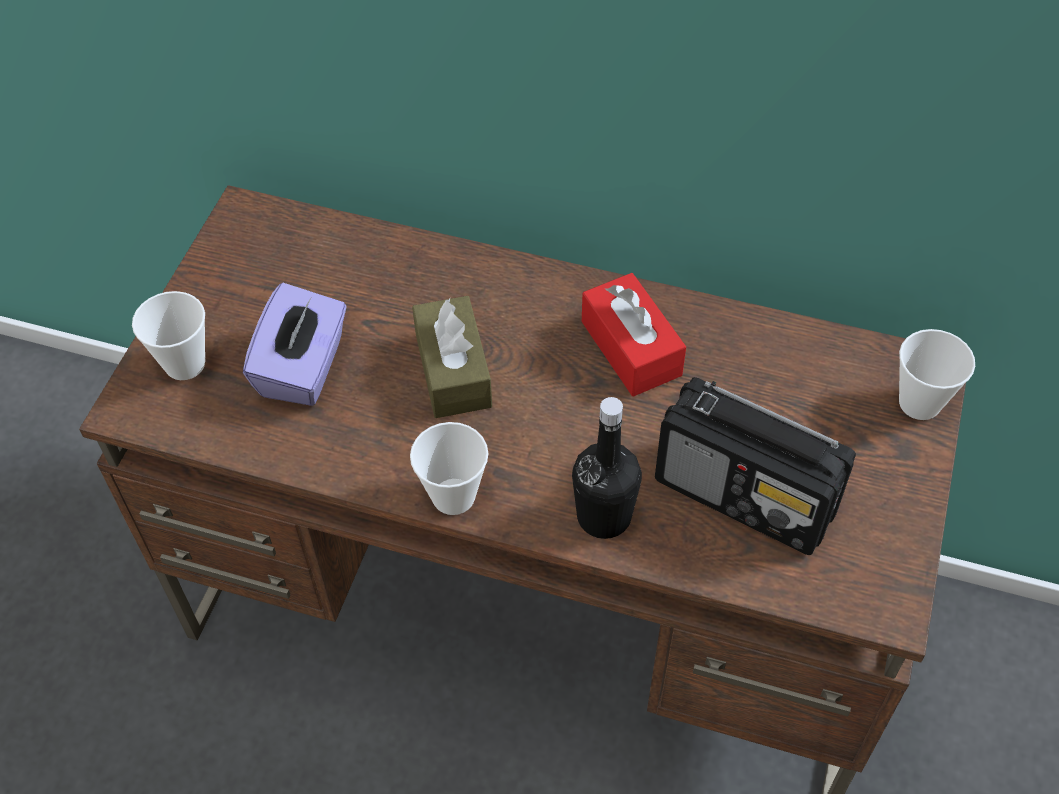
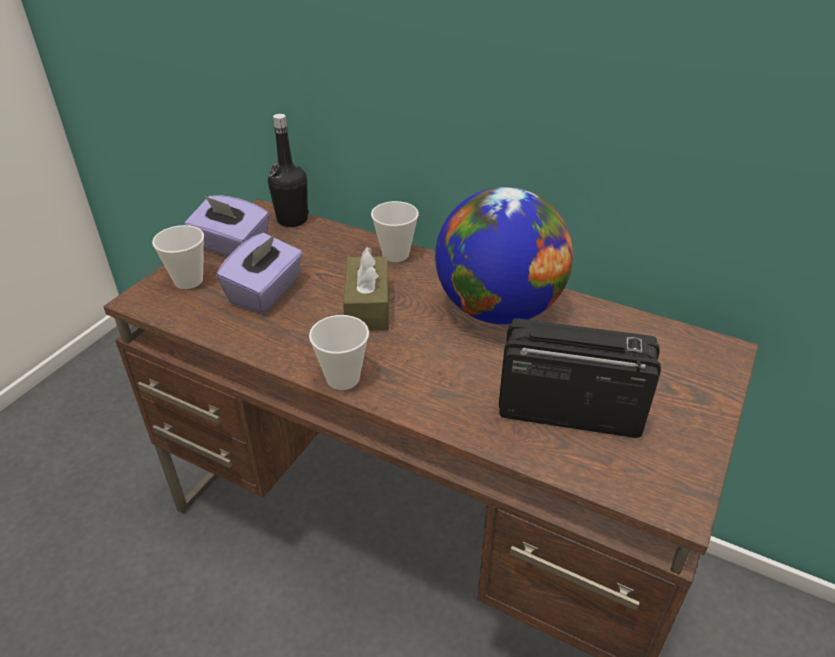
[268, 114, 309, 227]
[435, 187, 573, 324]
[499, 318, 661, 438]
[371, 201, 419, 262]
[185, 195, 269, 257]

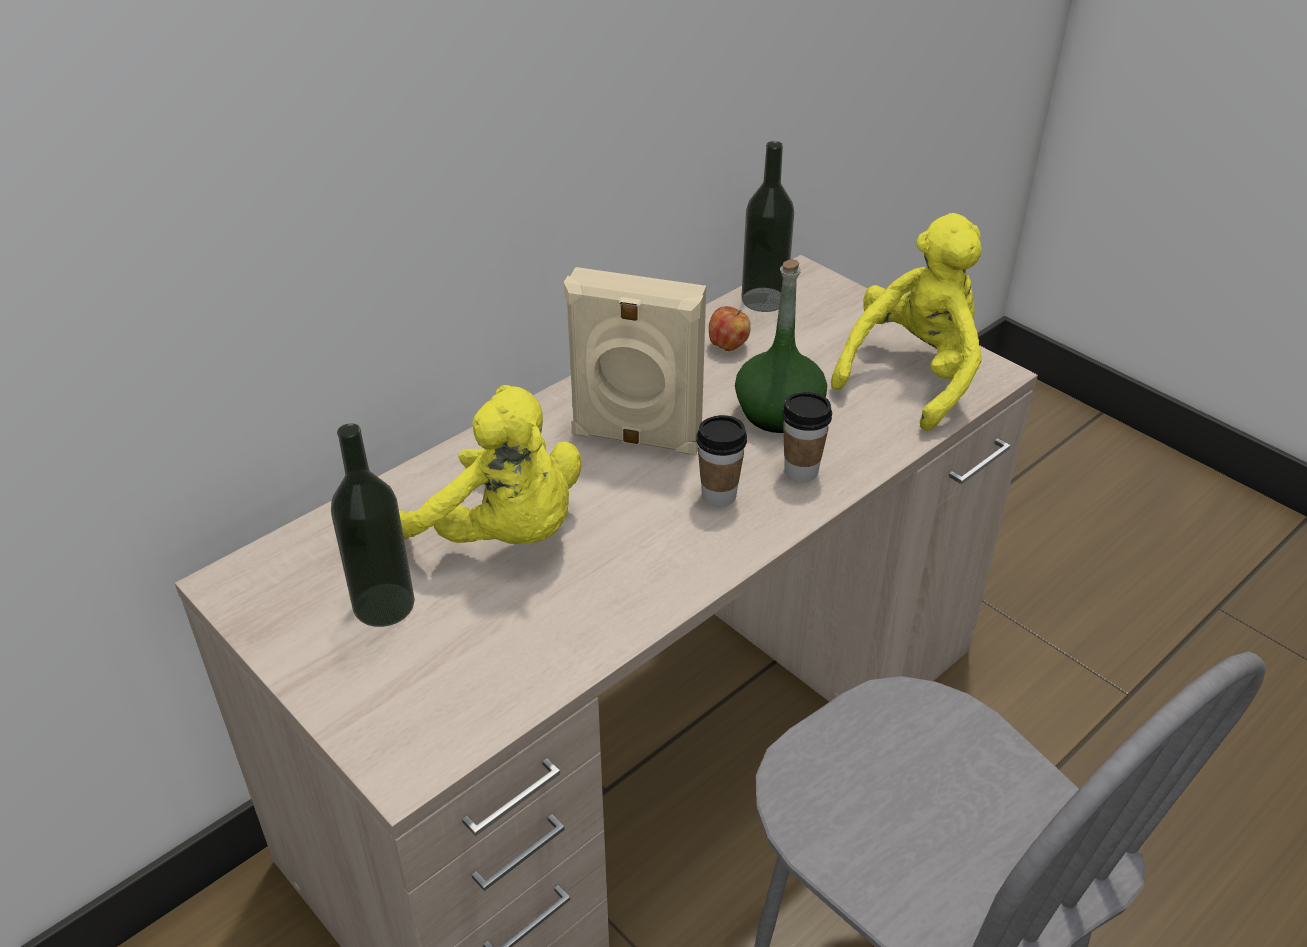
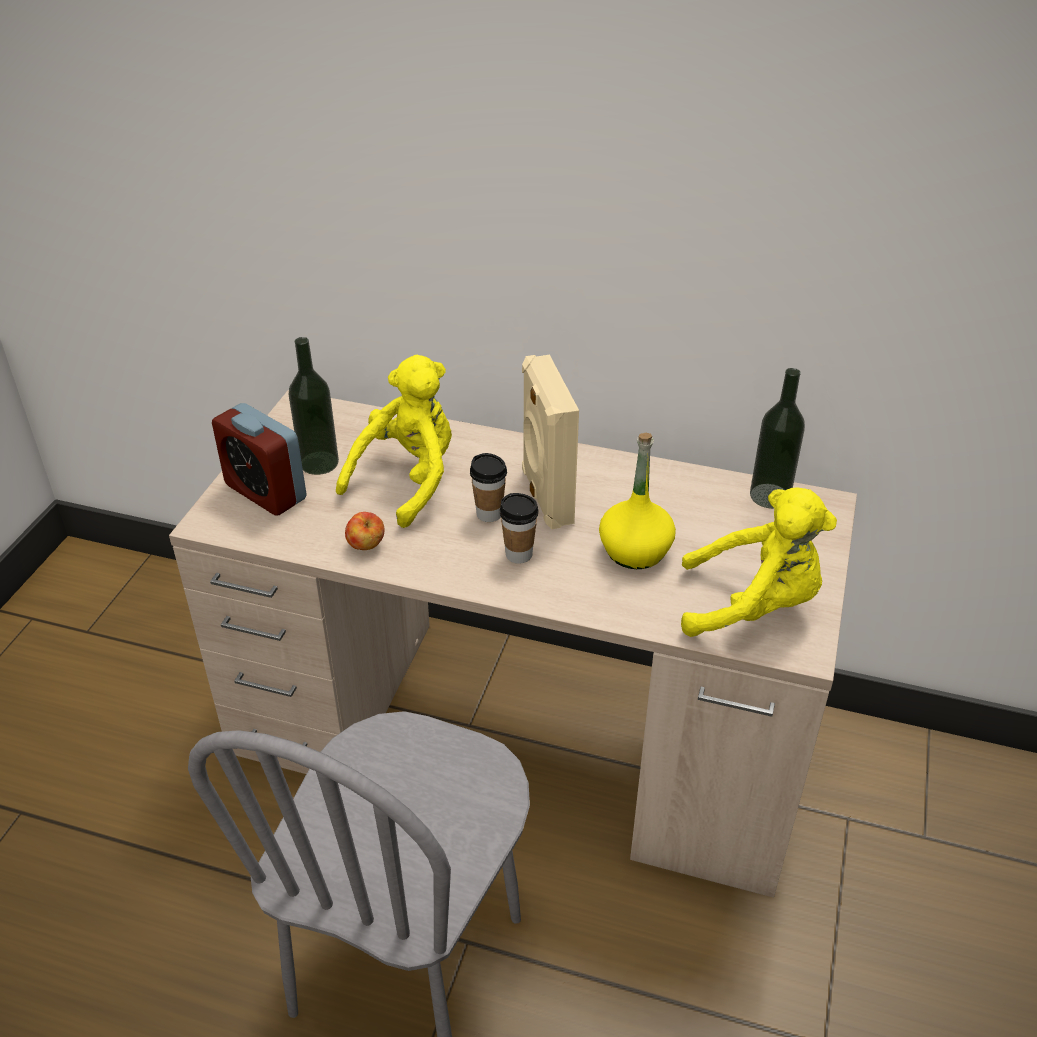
[336, 355, 452, 528]
[345, 512, 385, 550]
[599, 433, 676, 569]
[470, 453, 507, 522]
[212, 403, 307, 516]

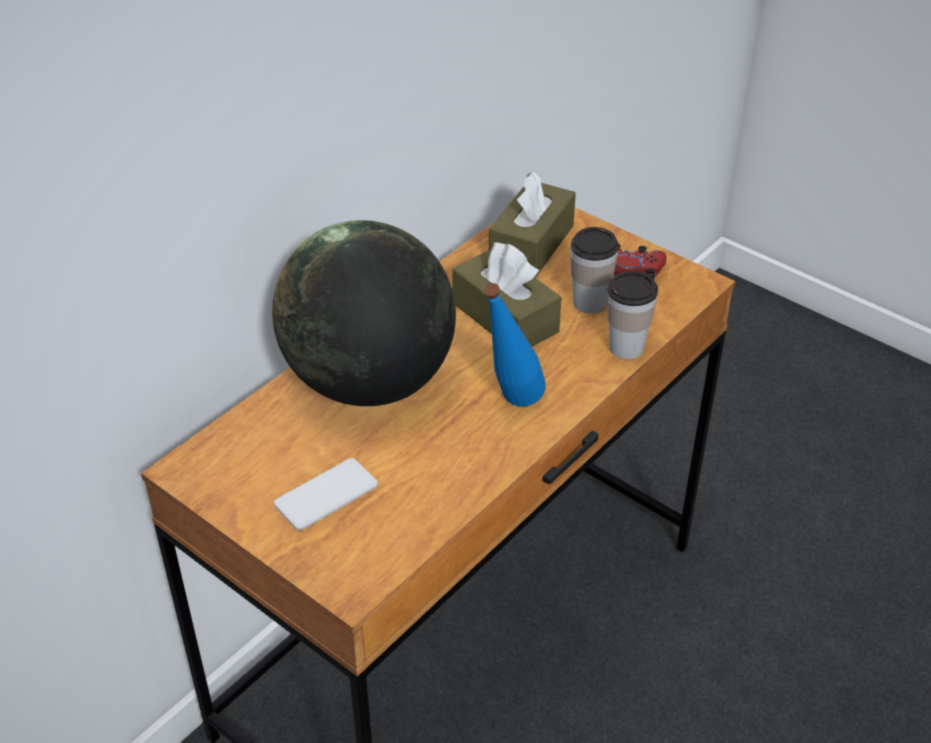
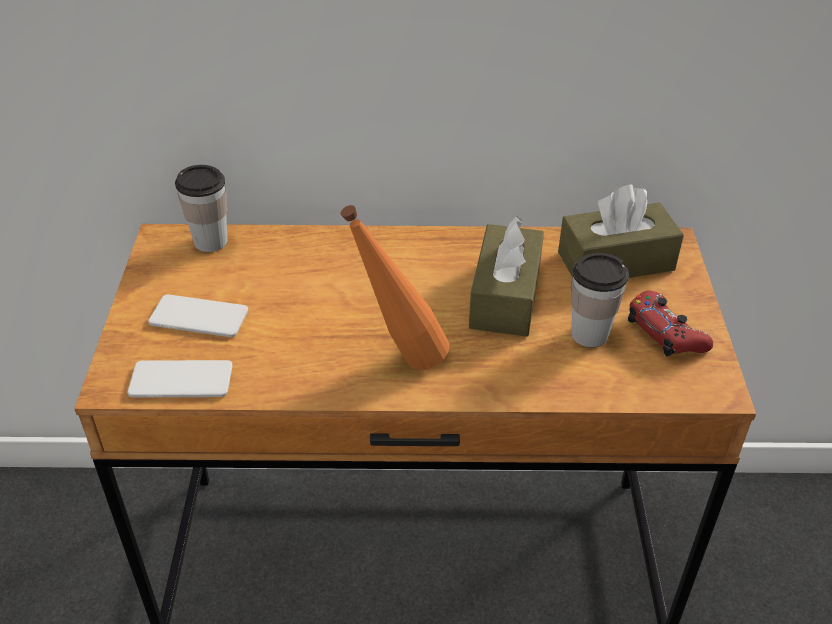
[272, 220, 456, 406] (first image)
[340, 205, 449, 370]
[175, 165, 228, 252]
[127, 360, 233, 397]

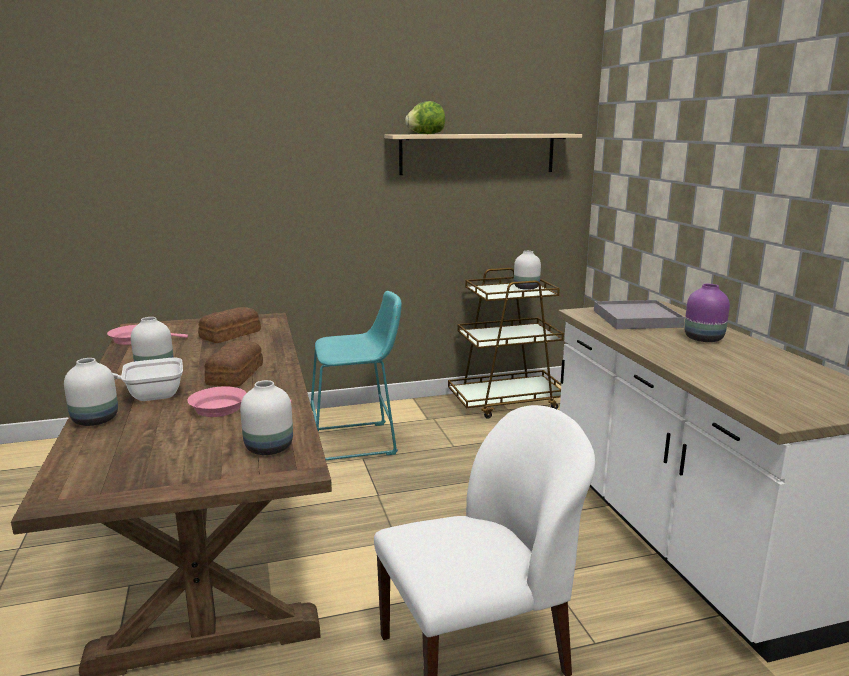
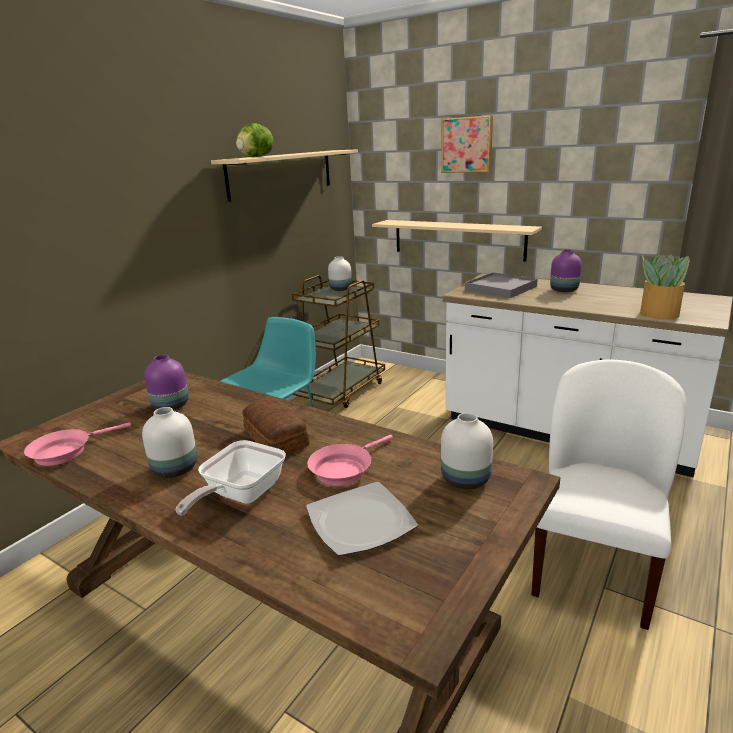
[64, 358, 118, 426] (first image)
[144, 355, 189, 410]
[306, 482, 418, 556]
[372, 220, 542, 262]
[441, 115, 493, 173]
[640, 254, 690, 320]

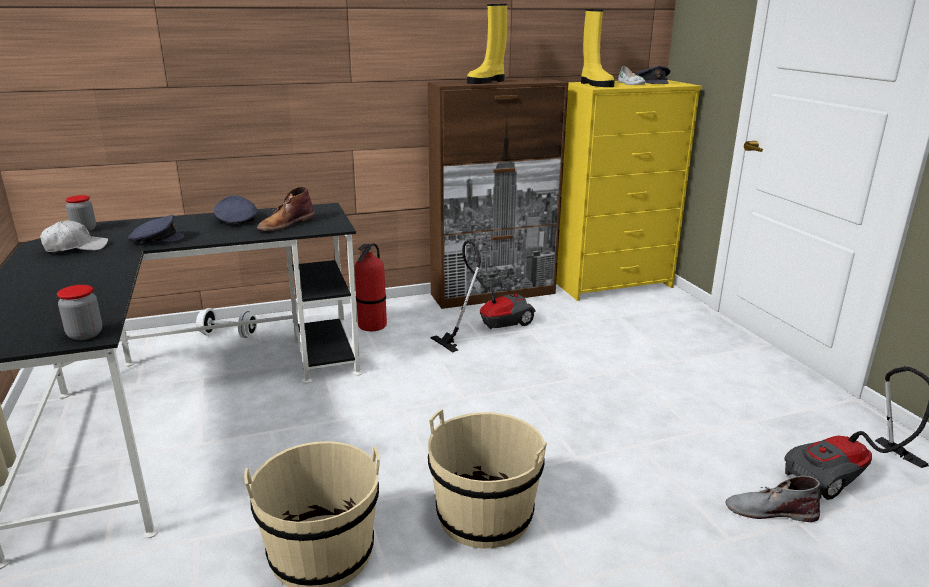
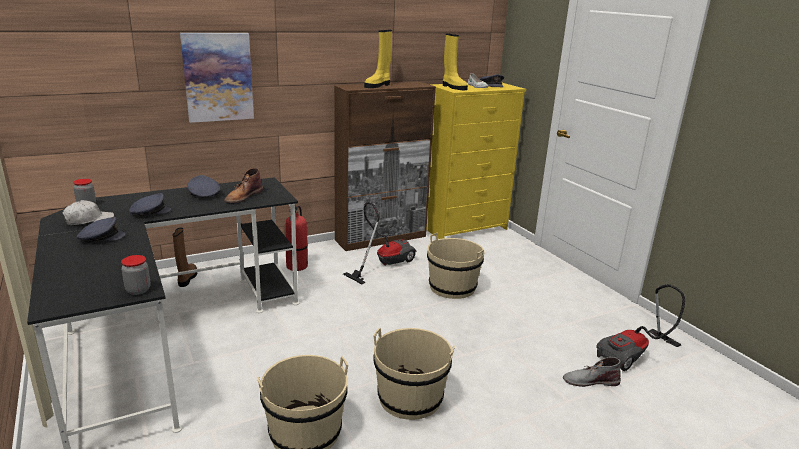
[173, 228, 197, 287]
[76, 217, 126, 243]
[180, 33, 254, 123]
[427, 233, 485, 299]

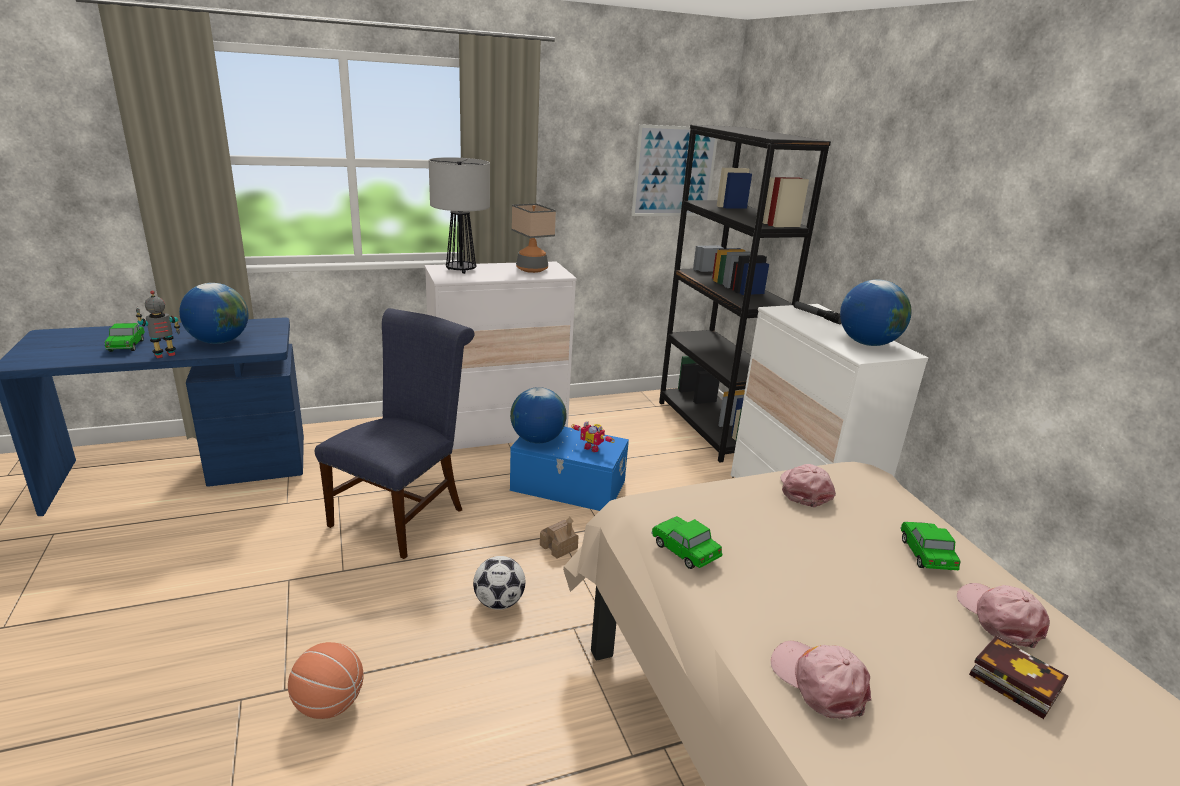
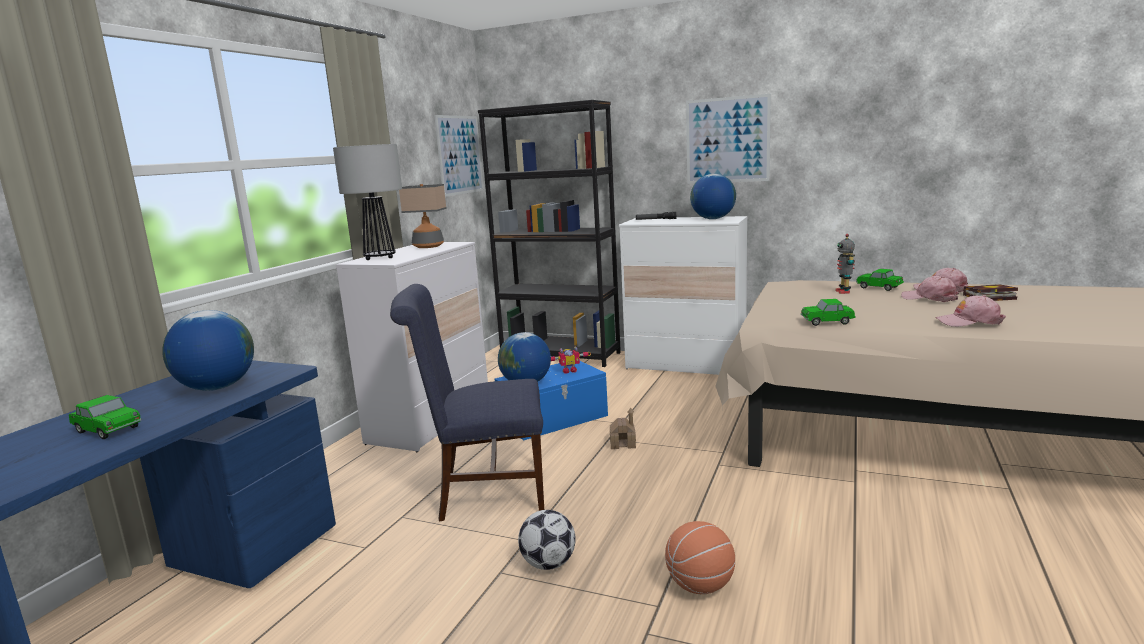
[835, 234, 855, 294]
[390, 284, 544, 522]
[518, 510, 576, 570]
[901, 276, 959, 302]
[686, 94, 771, 184]

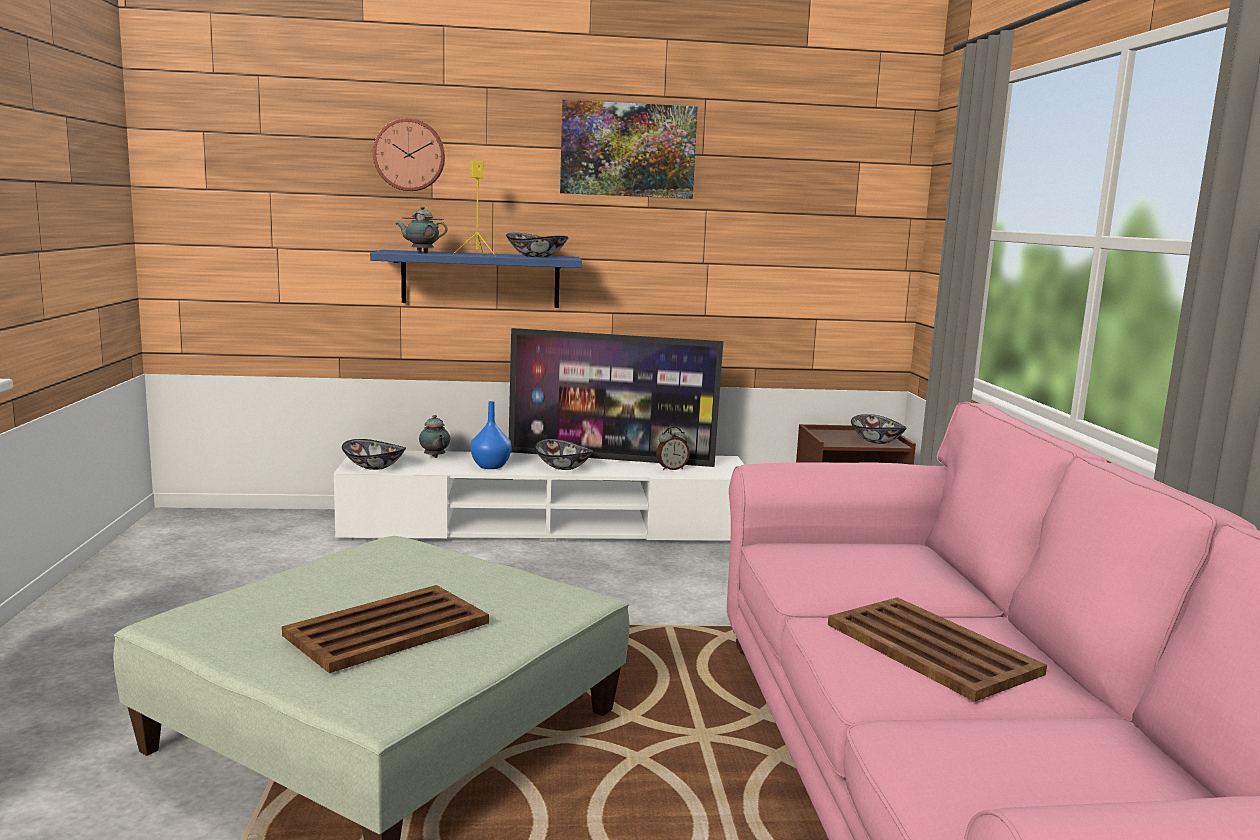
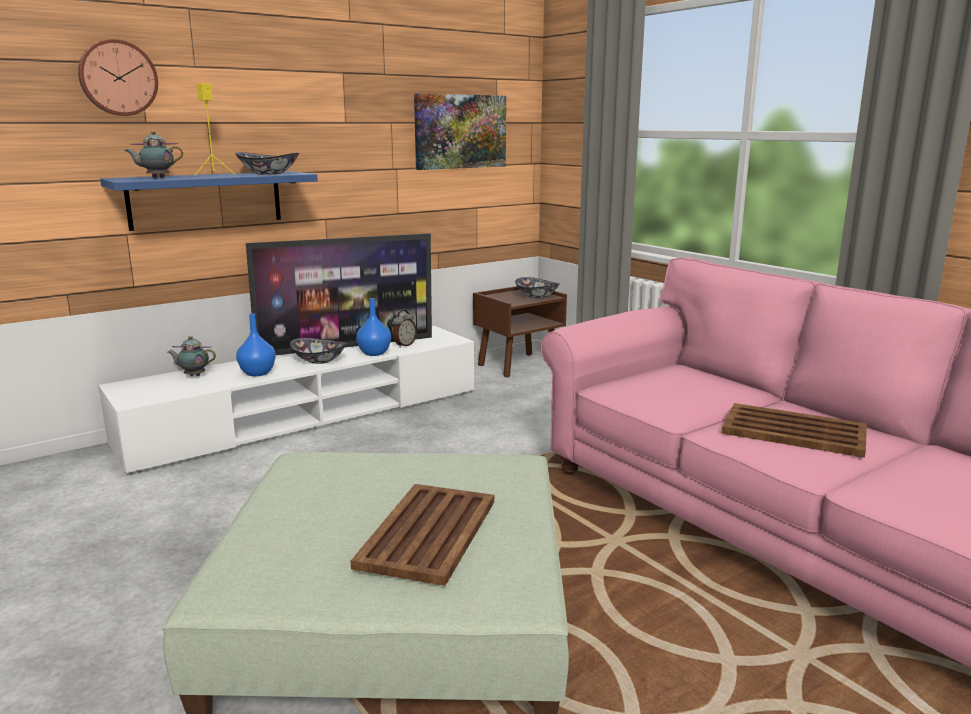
[342, 439, 406, 470] (first image)
[168, 336, 216, 376]
[414, 94, 506, 170]
[356, 298, 391, 356]

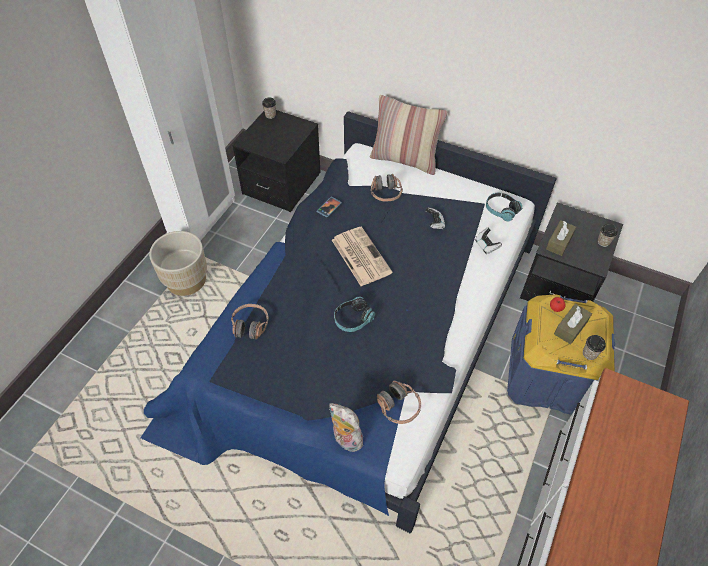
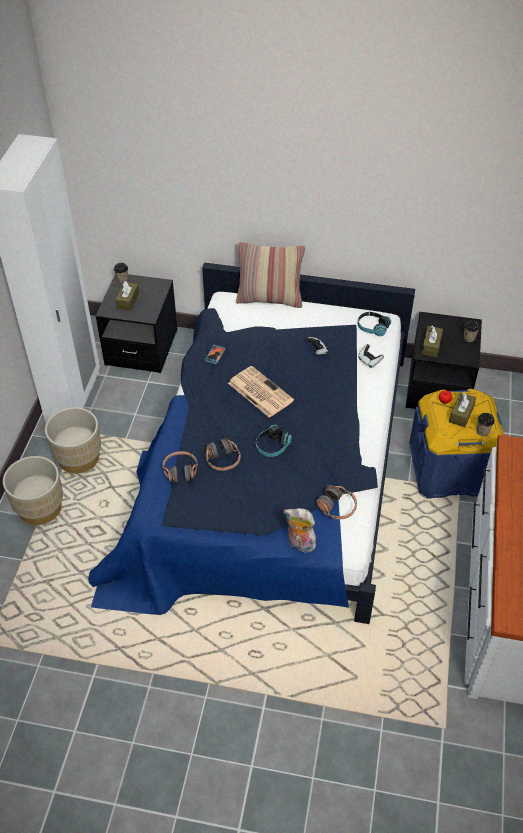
[206, 438, 241, 471]
[3, 456, 63, 525]
[116, 281, 139, 311]

